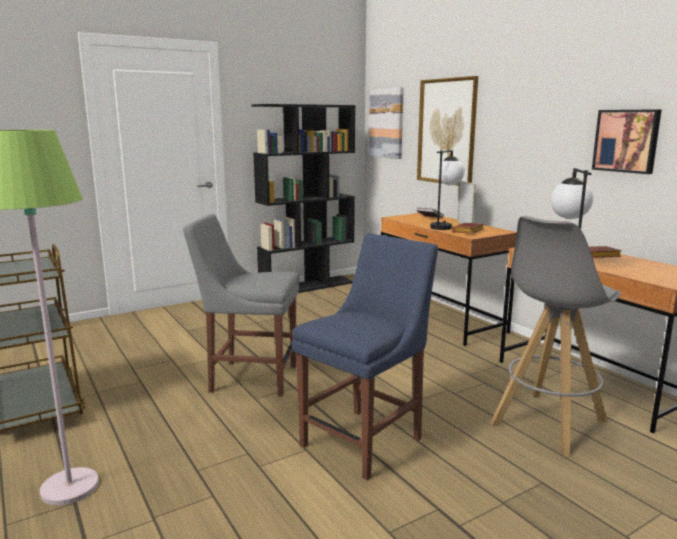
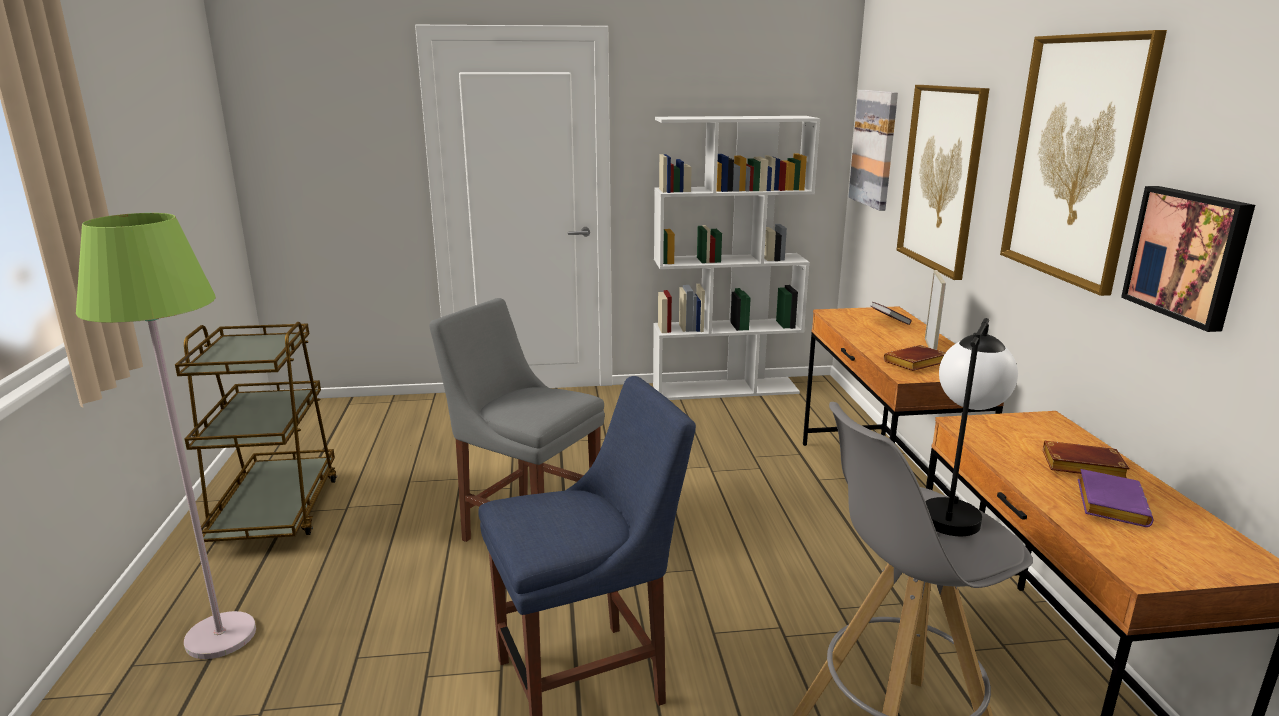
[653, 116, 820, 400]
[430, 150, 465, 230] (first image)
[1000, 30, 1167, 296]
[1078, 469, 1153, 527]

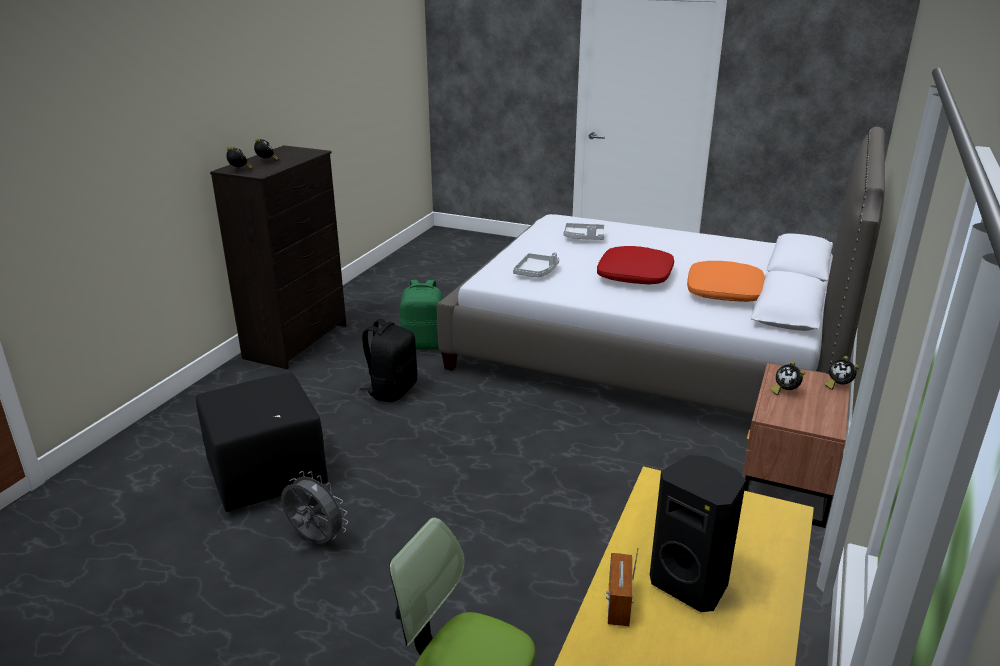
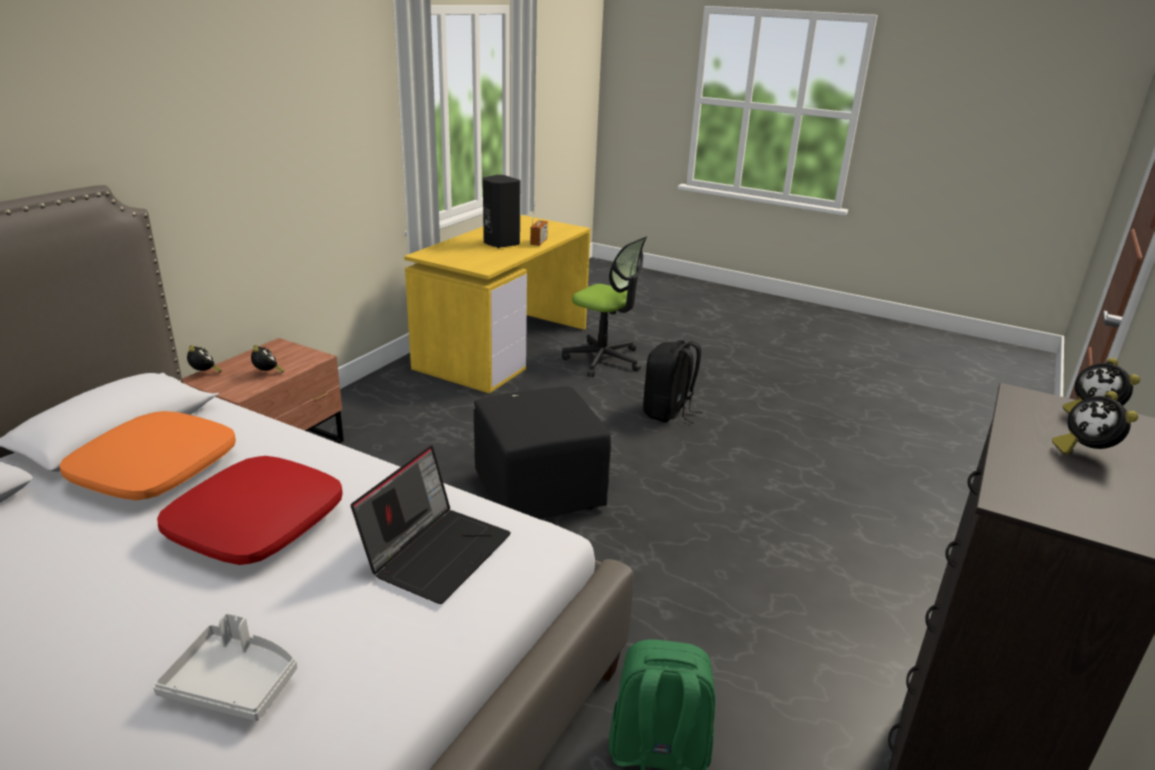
[474, 386, 611, 519]
[281, 471, 348, 544] (first image)
[643, 340, 703, 424]
[351, 445, 511, 604]

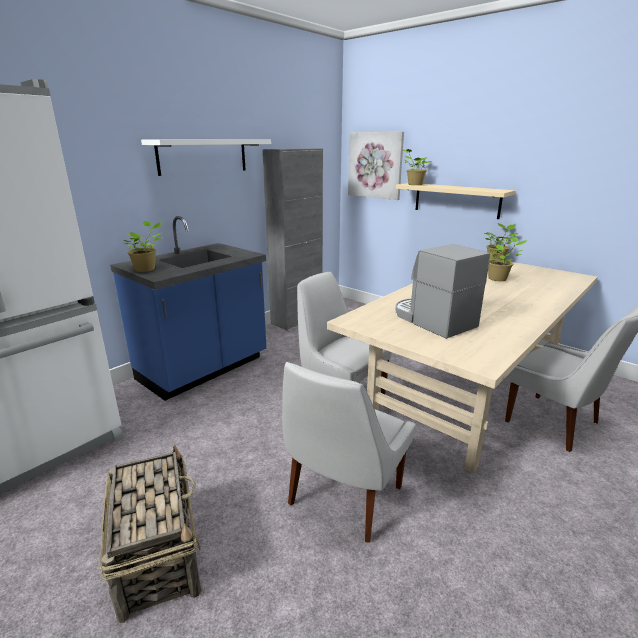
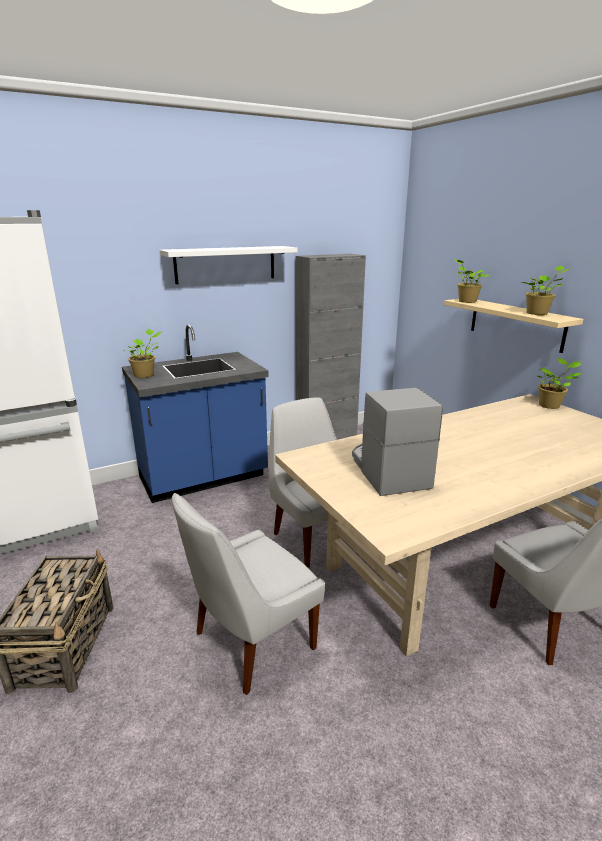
[348, 132, 404, 200] (first image)
[522, 266, 570, 315]

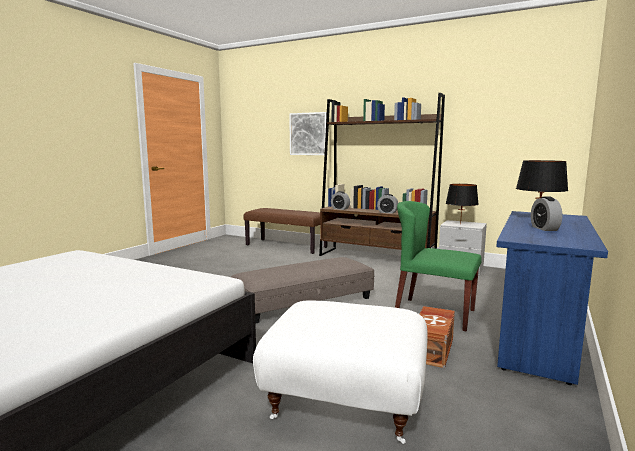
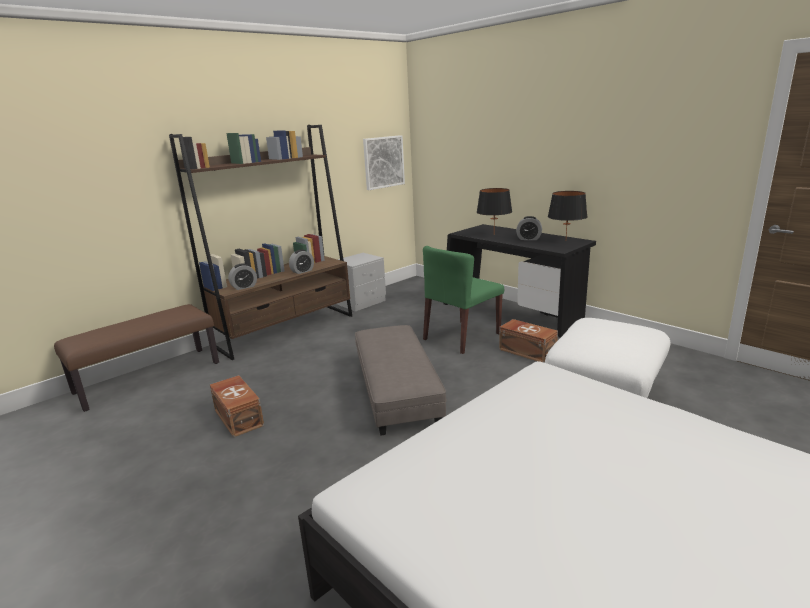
[363, 135, 405, 190]
[548, 191, 588, 237]
[443, 224, 596, 338]
[210, 375, 264, 438]

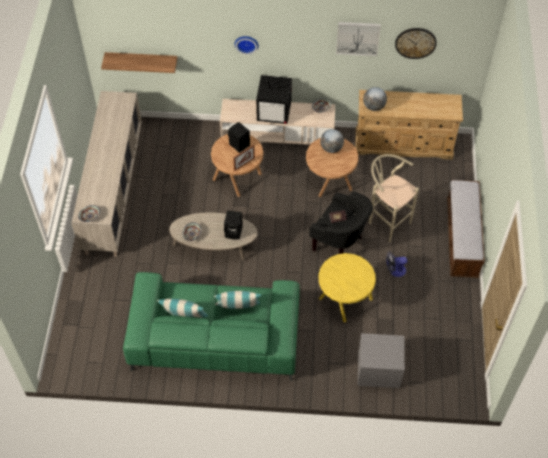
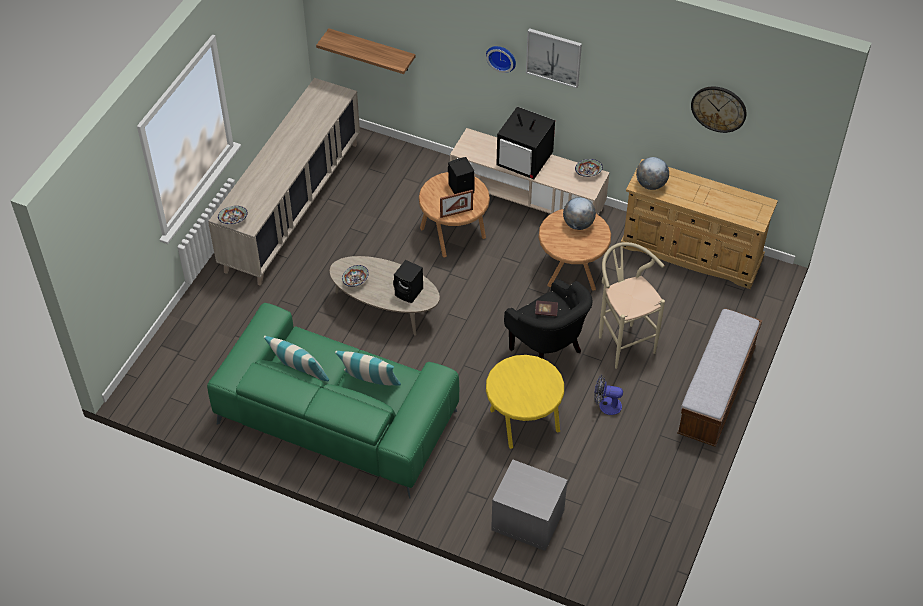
[526, 28, 582, 88]

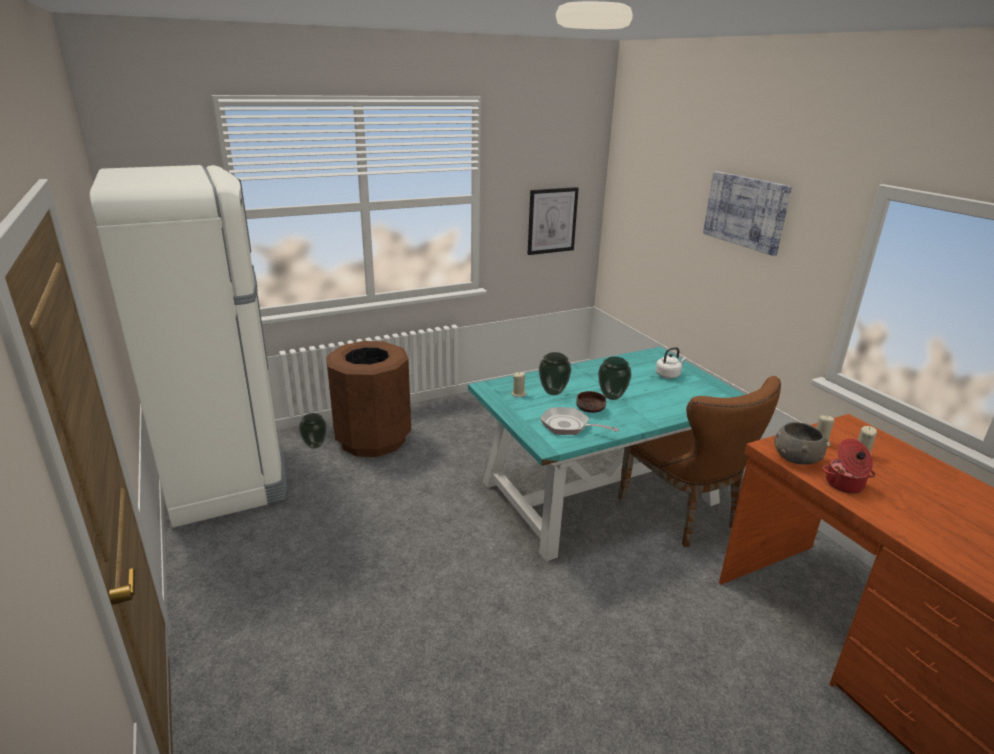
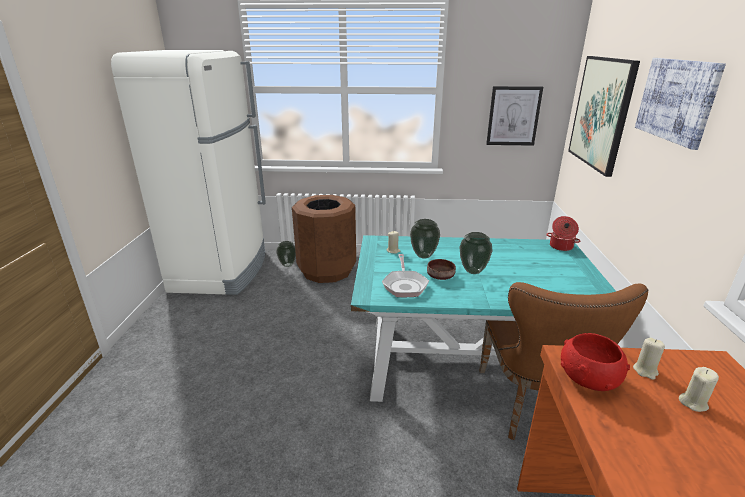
[382, 254, 429, 297]
[656, 347, 686, 379] (first image)
[561, 333, 630, 391]
[546, 216, 580, 251]
[568, 56, 640, 177]

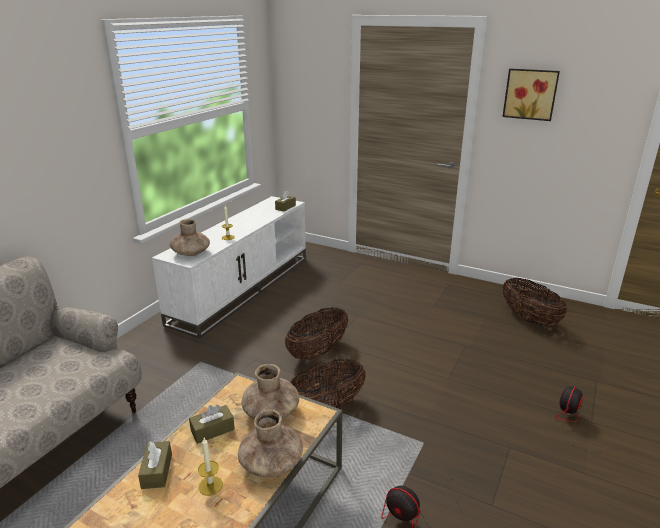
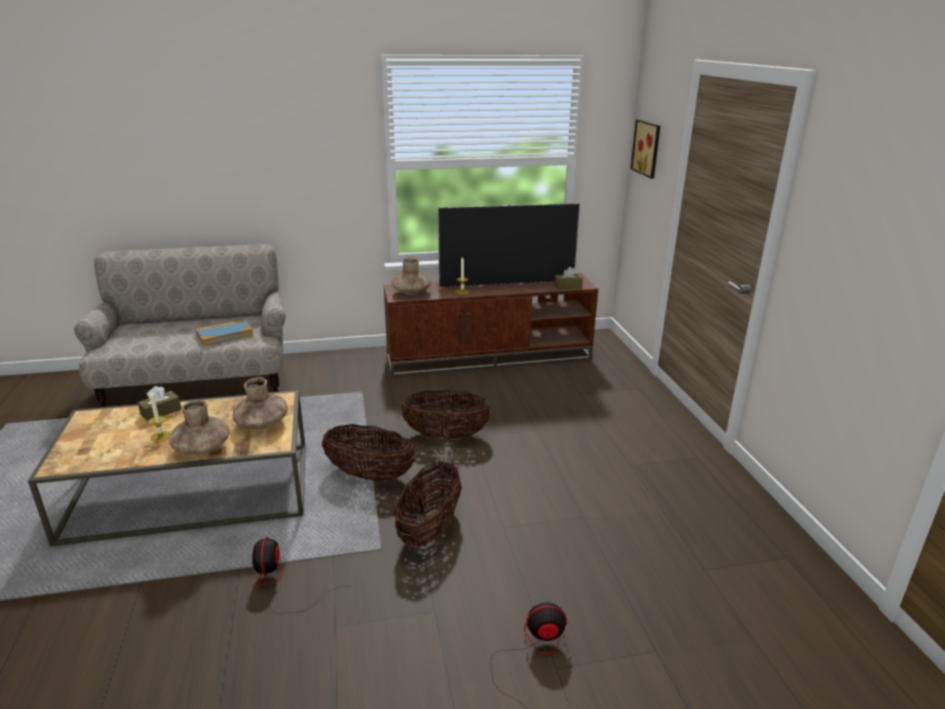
[383, 273, 598, 377]
[189, 404, 235, 444] (first image)
[630, 119, 660, 179]
[394, 462, 462, 547]
[196, 320, 253, 346]
[438, 203, 580, 287]

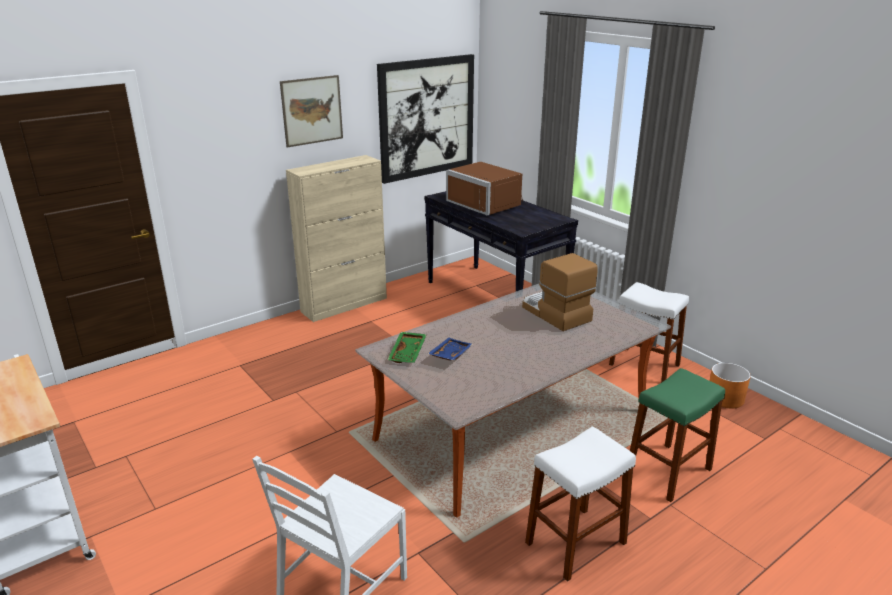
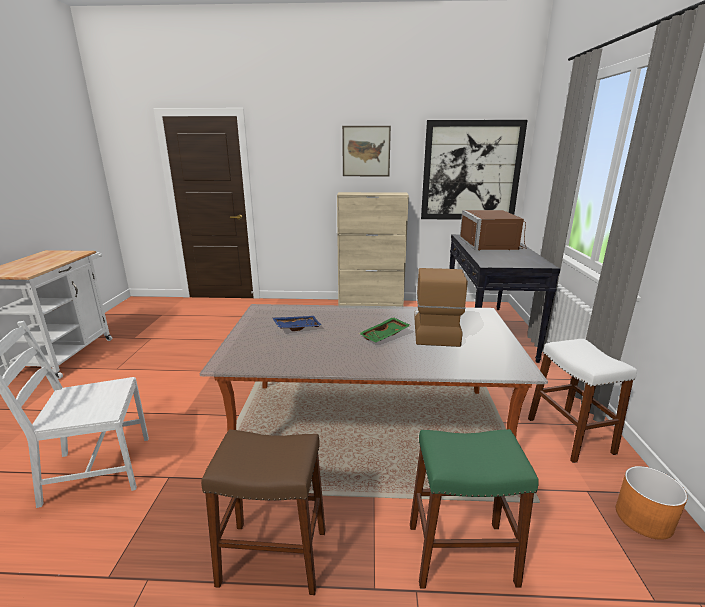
[359, 317, 411, 342]
[201, 429, 326, 595]

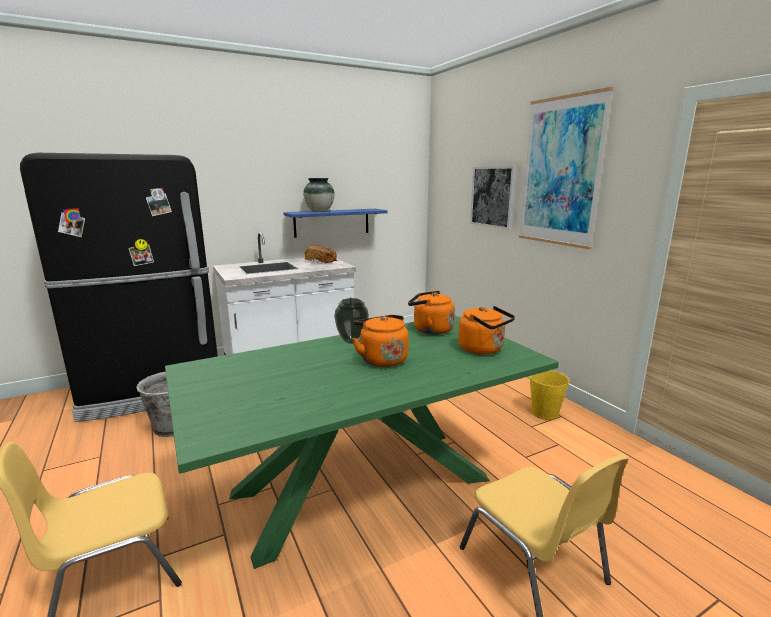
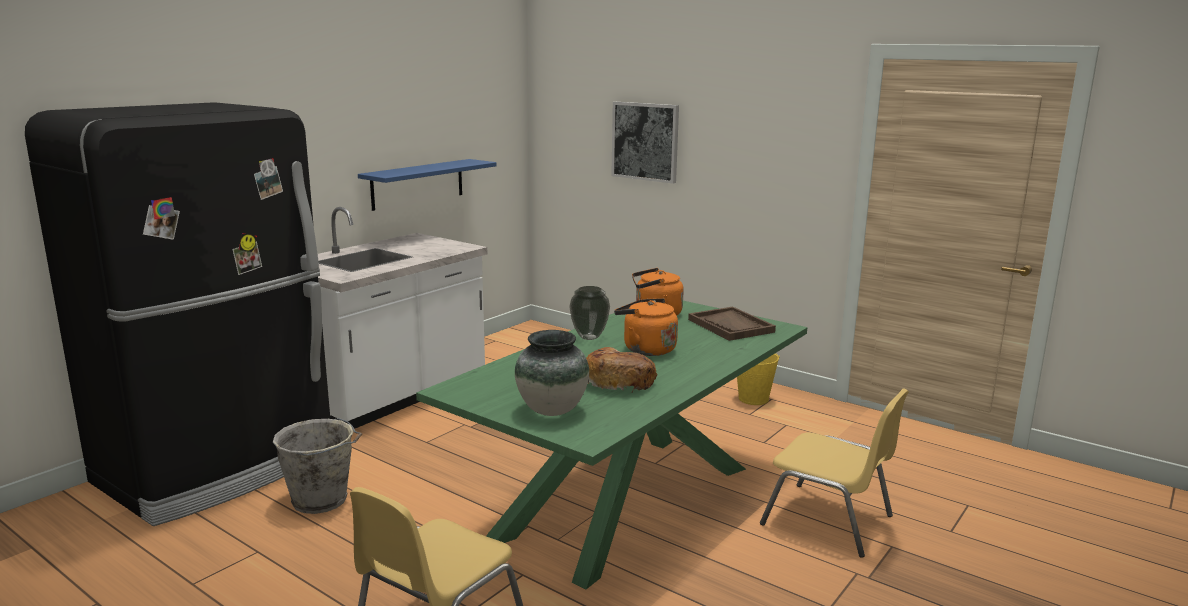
[515, 330, 589, 416]
[586, 347, 658, 392]
[688, 307, 776, 341]
[519, 87, 613, 249] (first image)

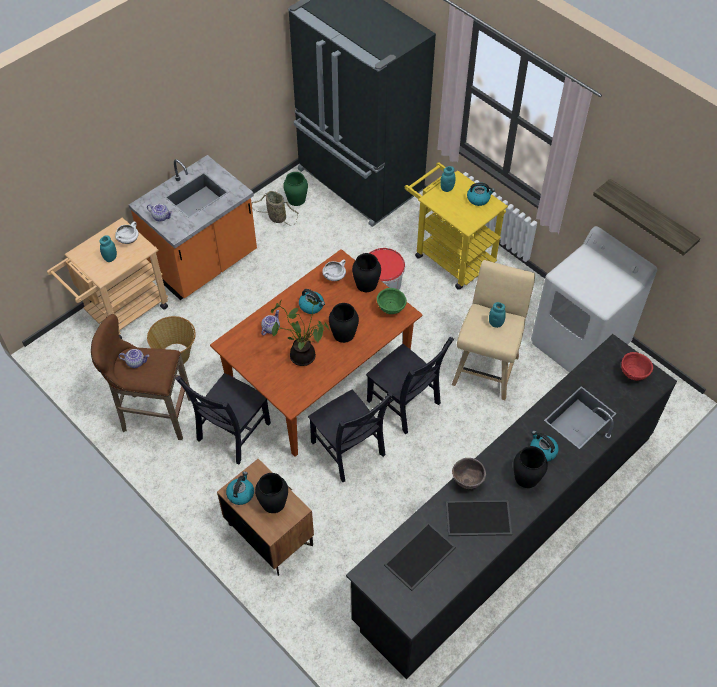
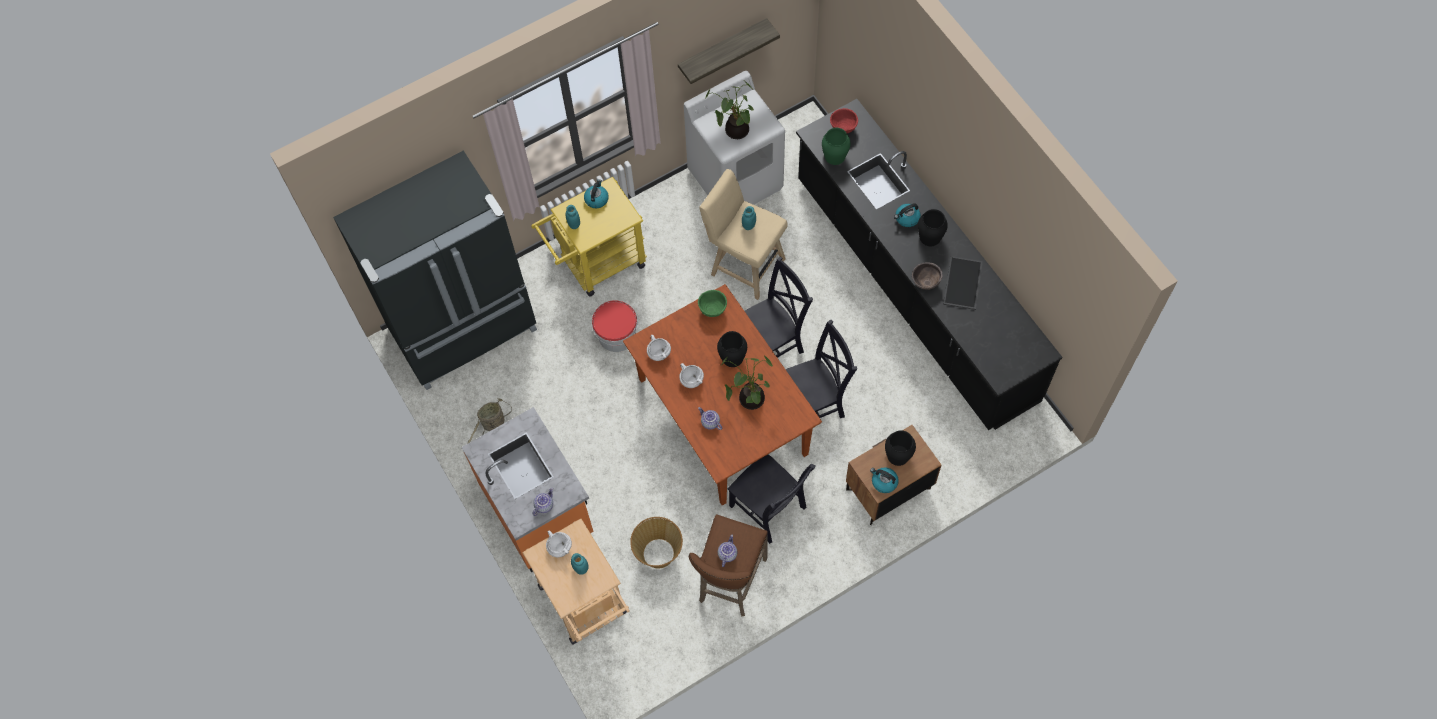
[822, 128, 851, 165]
[679, 363, 704, 388]
[352, 253, 381, 292] (first image)
[384, 522, 456, 591] (first image)
[705, 81, 754, 139]

